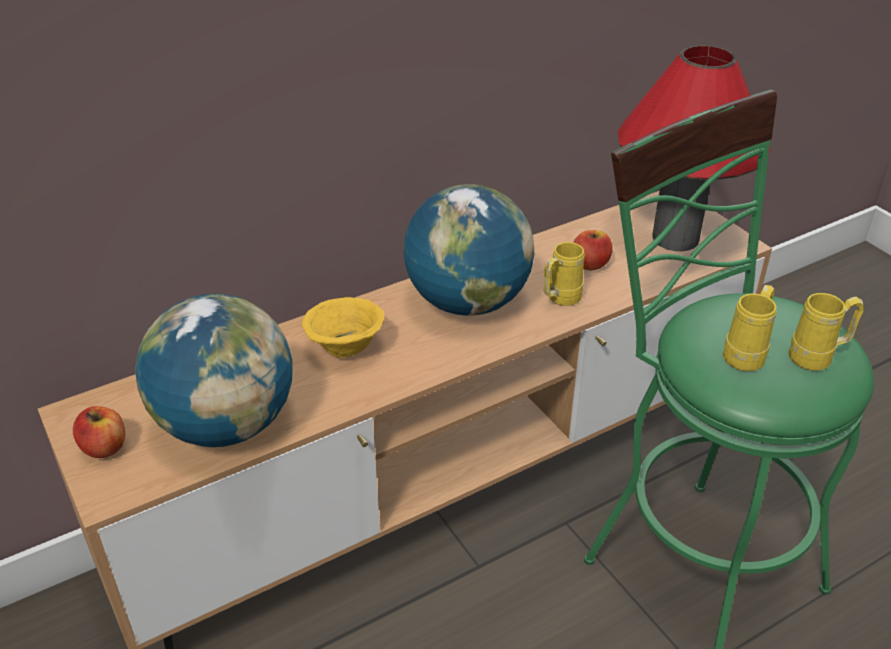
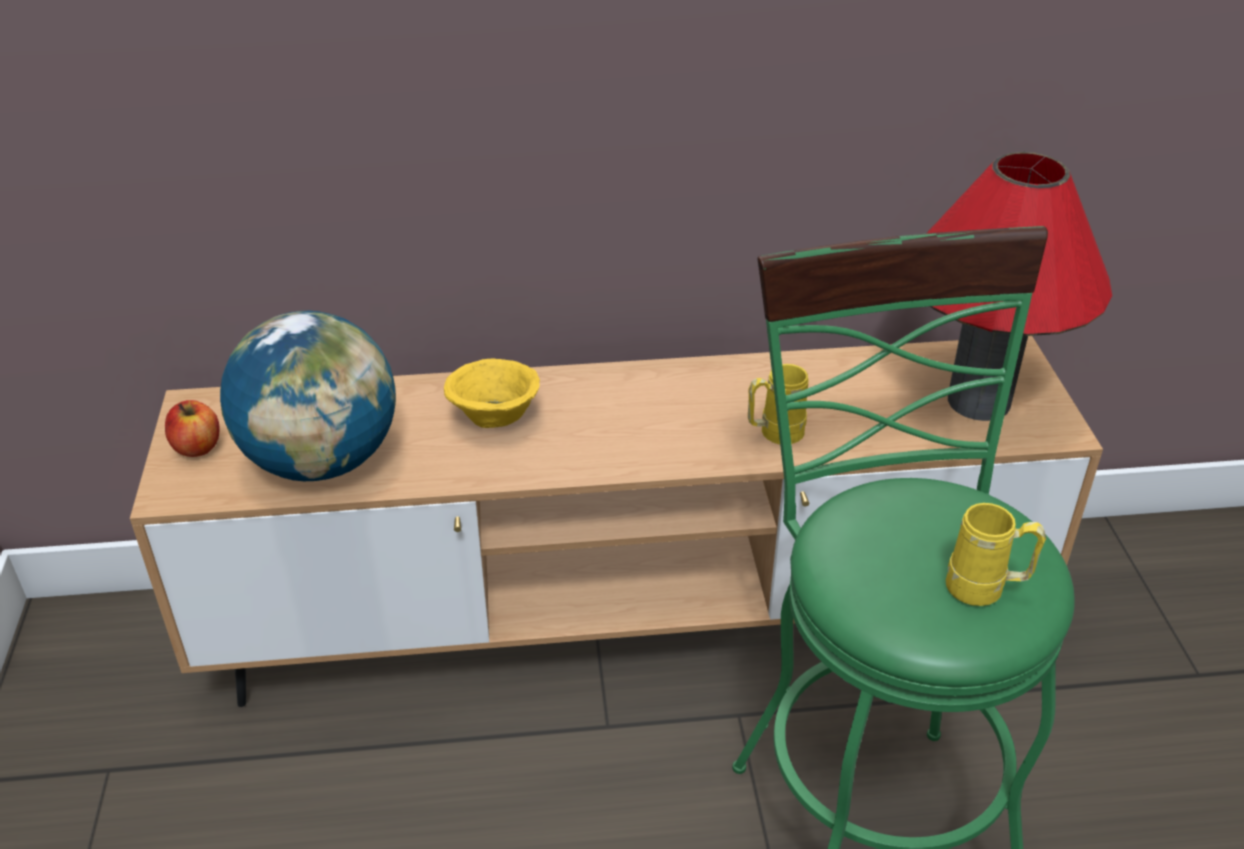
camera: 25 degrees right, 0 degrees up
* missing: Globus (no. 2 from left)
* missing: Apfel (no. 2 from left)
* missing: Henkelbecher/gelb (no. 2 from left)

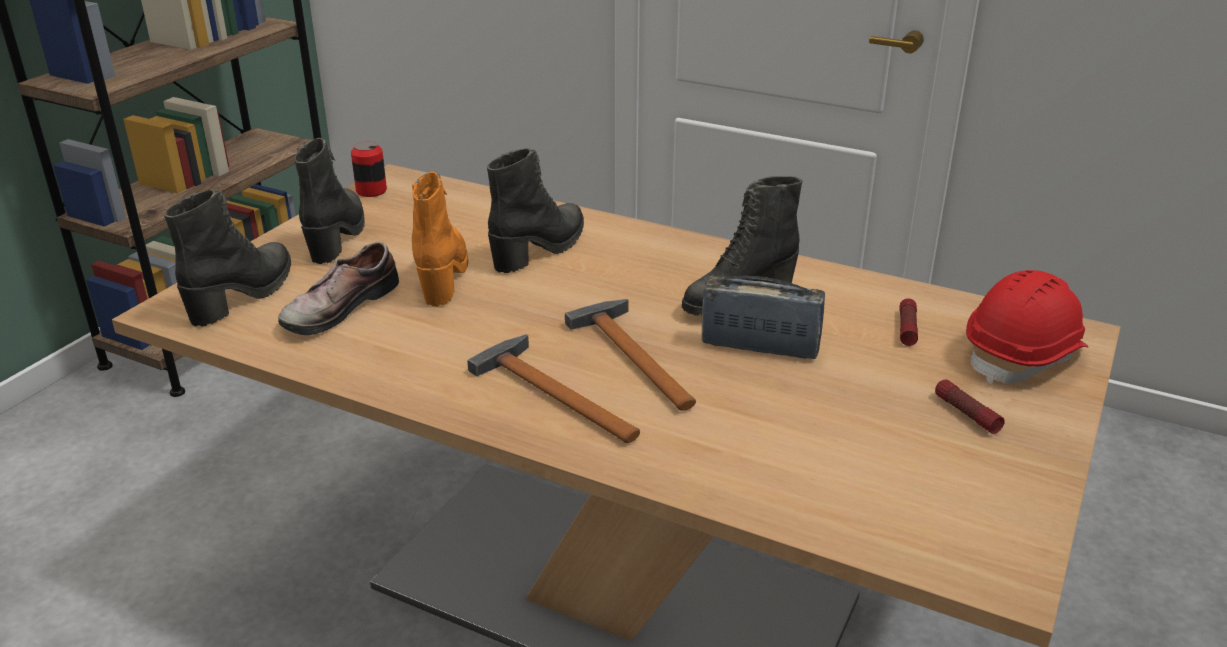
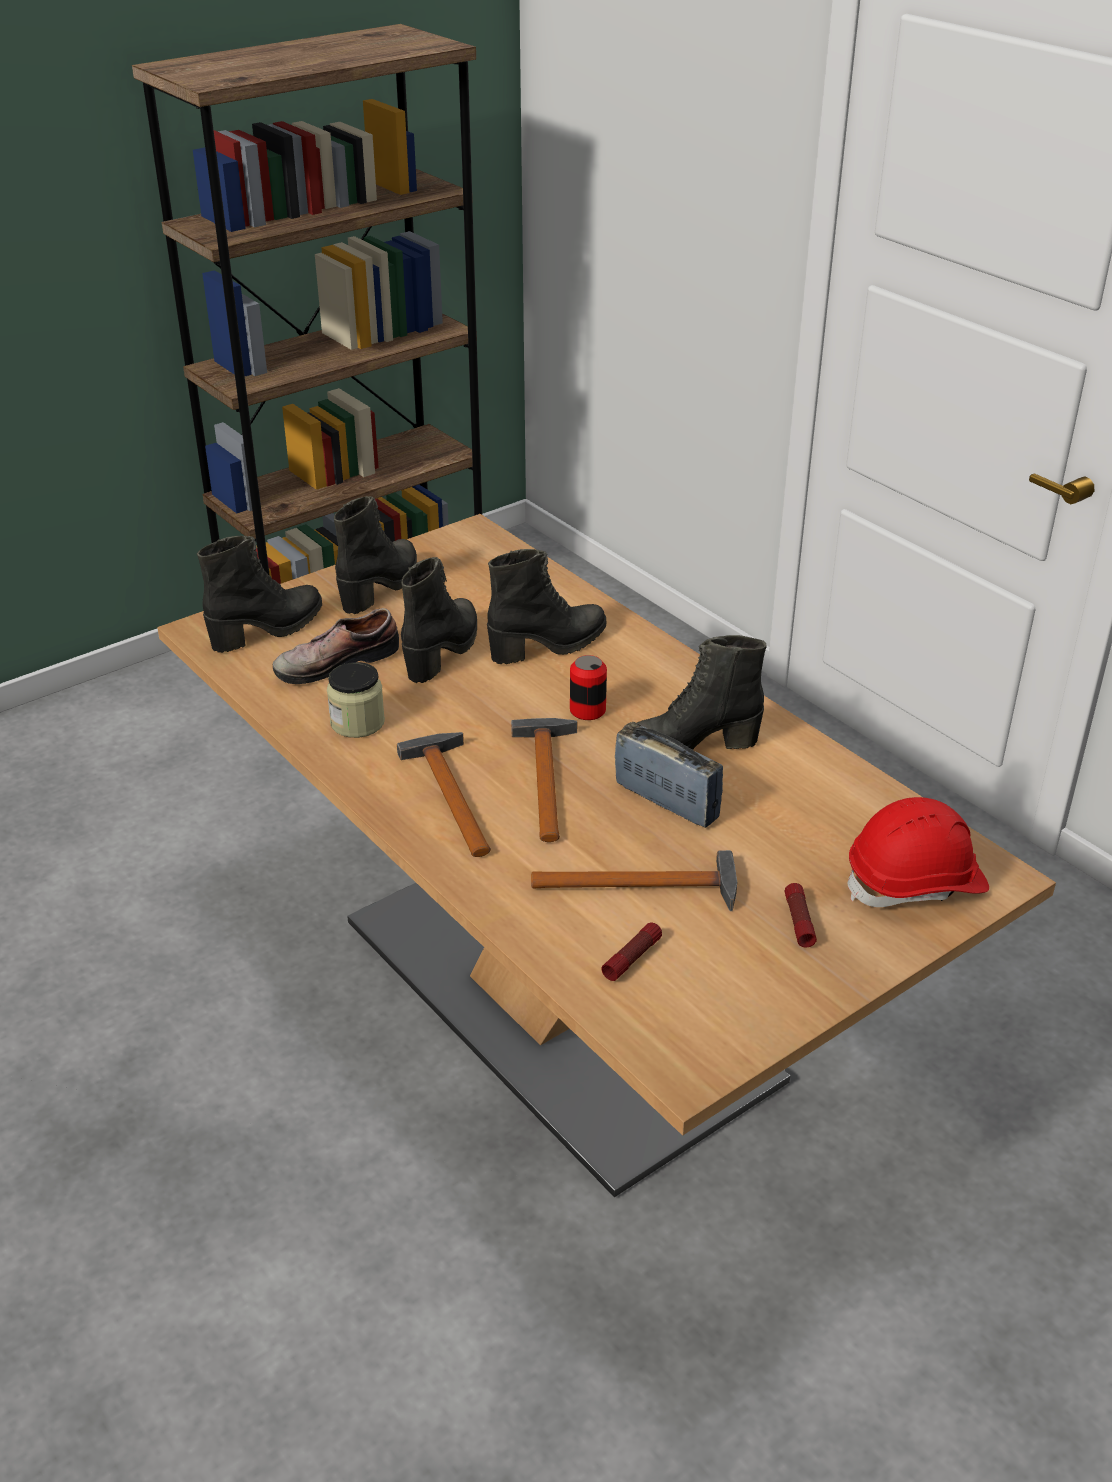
camera: 25 degrees right, 5 degrees up
* relocated: Dose
* colour: Stiefel/orange to Stiefel/schwarz (no. 3 from left)
* relocated: Taschenlampe (no. 1 from left)
* appeared: Vorratsglas
* appeared: Hammer (no. 3 from left)

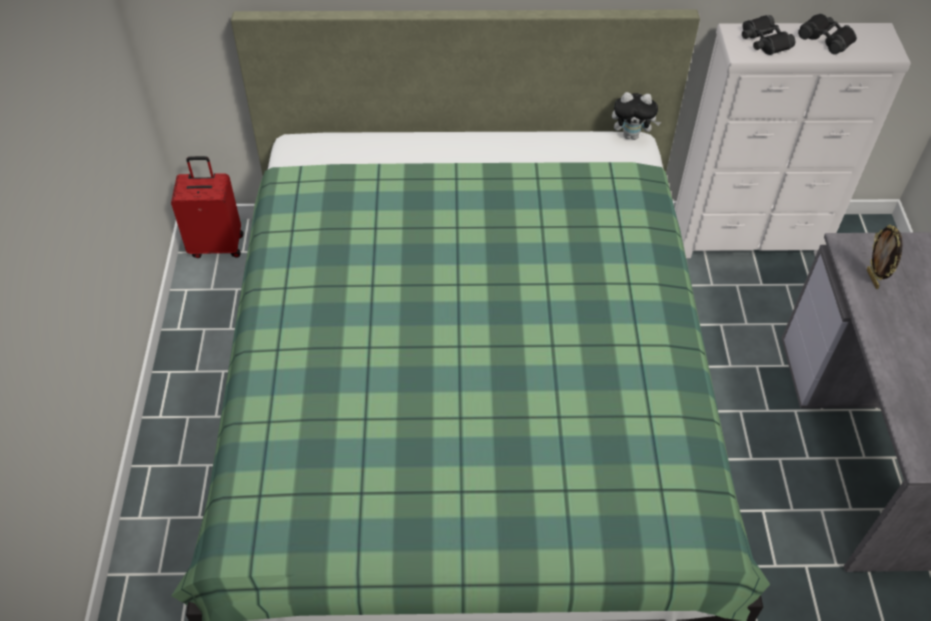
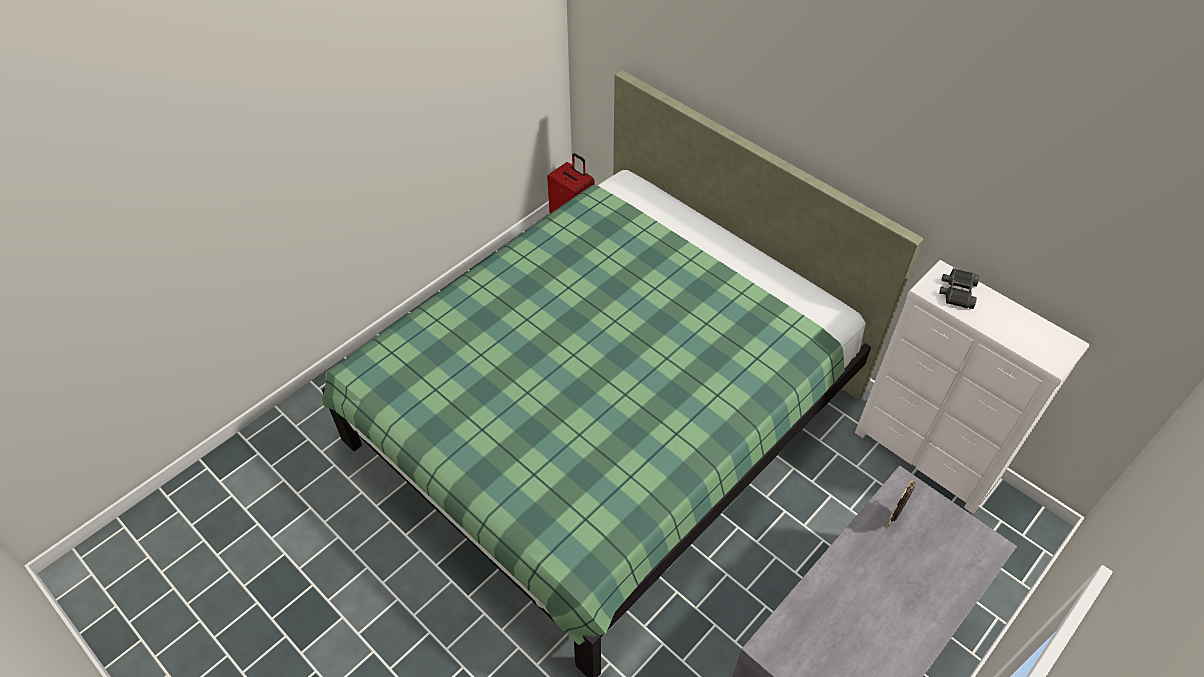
camera: 45 degrees right, 0 degrees up
* missing: Fernglas/schwarz (no. 2 from left)
* missing: Plüschtier

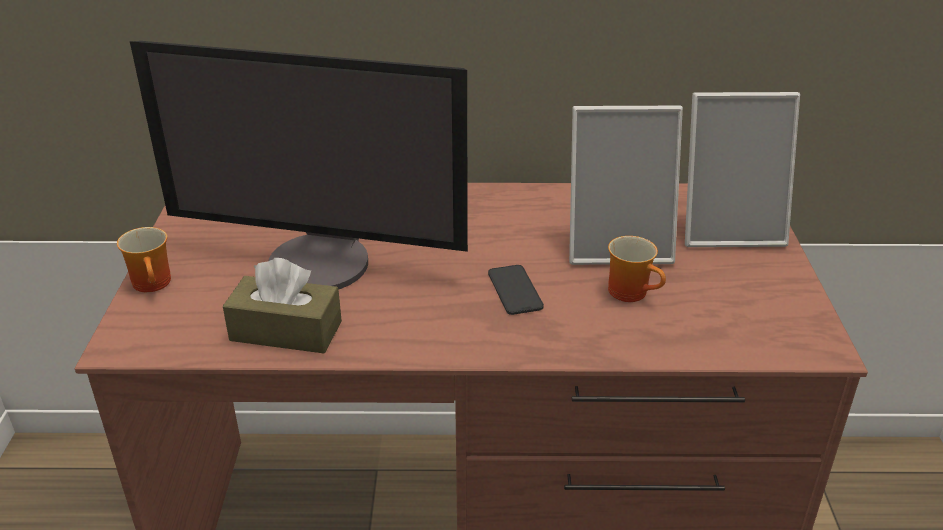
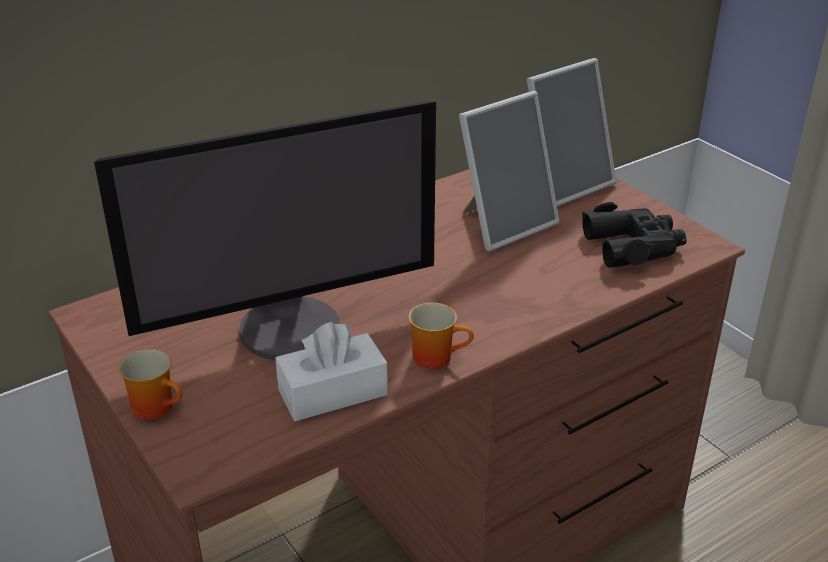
camera: 35 degrees left, 0 degrees up
* relocated: Henkelbecher (no. 2 from left)
* colour: Taschentuchbox/braun to Taschentuchbox/weiß
* missing: Handy
* appeared: Fernglas/schwarz

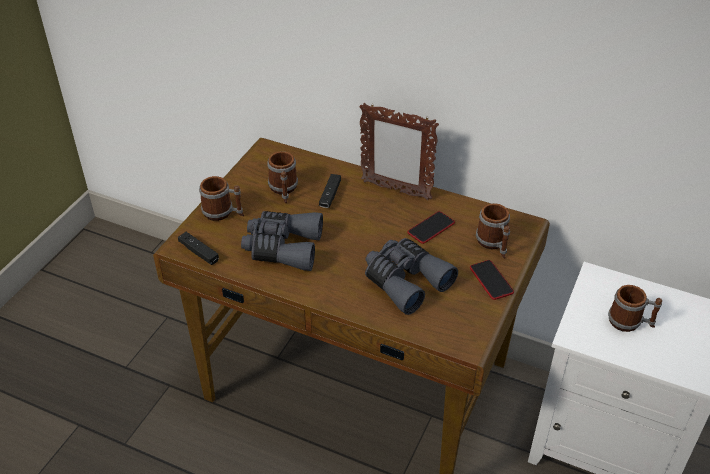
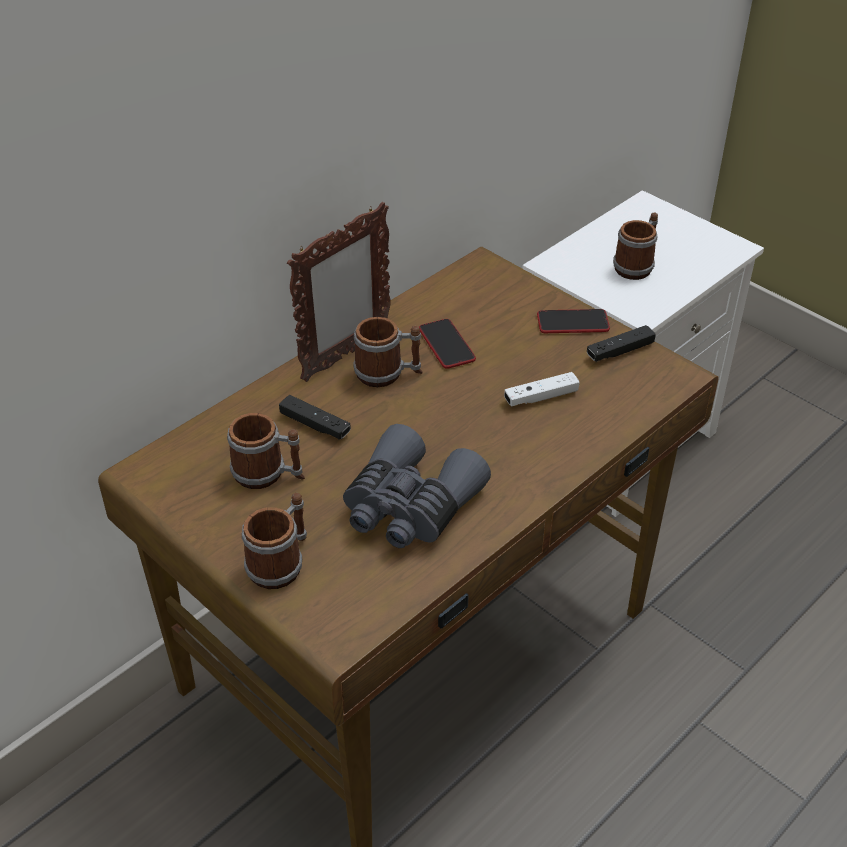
camera: 70 degrees left, 0 degrees up
* relocated: Henkelbecher (no. 3 from left)
* relocated: Gamepad/schwarz (no. 1 from left in the first image) to Gamepad/schwarz (no. 2 from left)
* exchanged: Fernglas/grau (no. 2 from left) to Gamepad/weiß

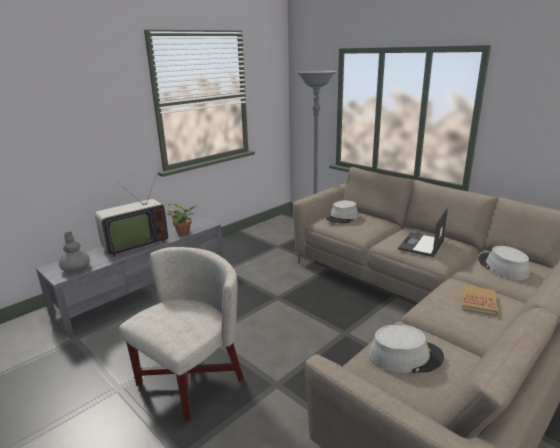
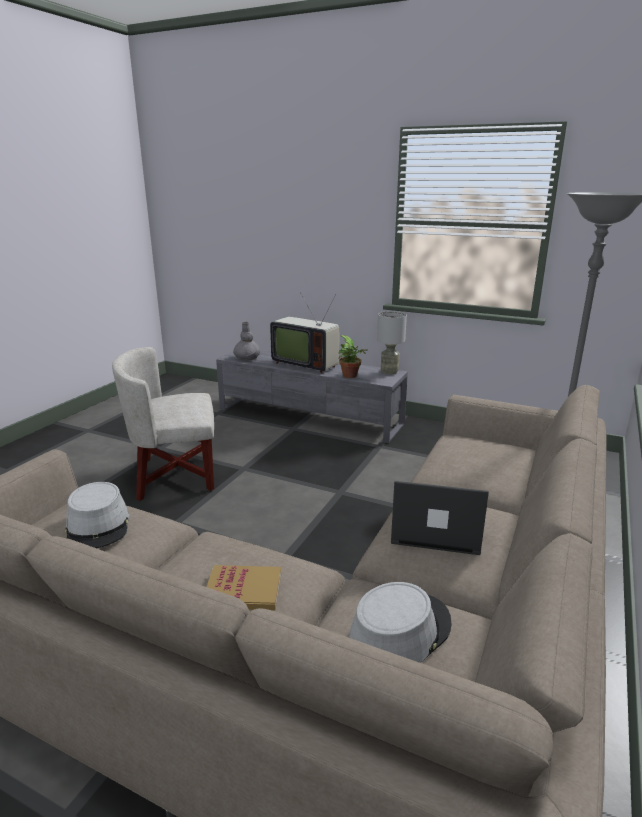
camera: 70 degrees right, 0 degrees up
* missing: Hut/grau (no. 1 from left)
* spun: Sessel/weiß 150 degrees clockwise
* appeared: Tischlampe/grau

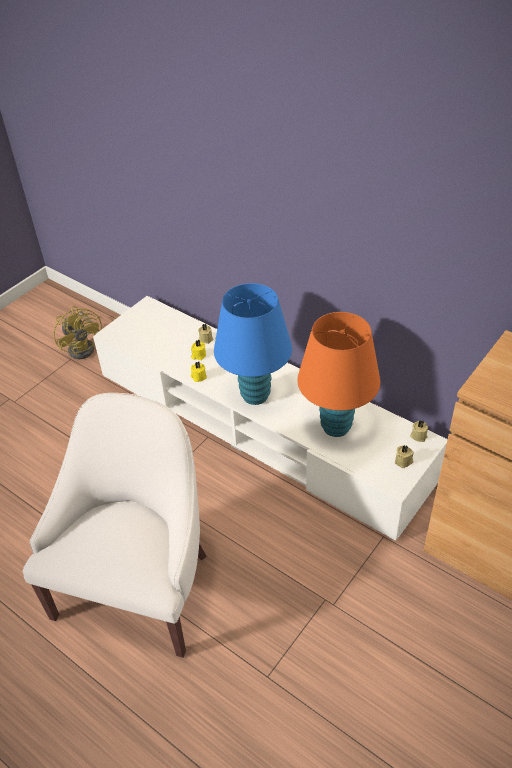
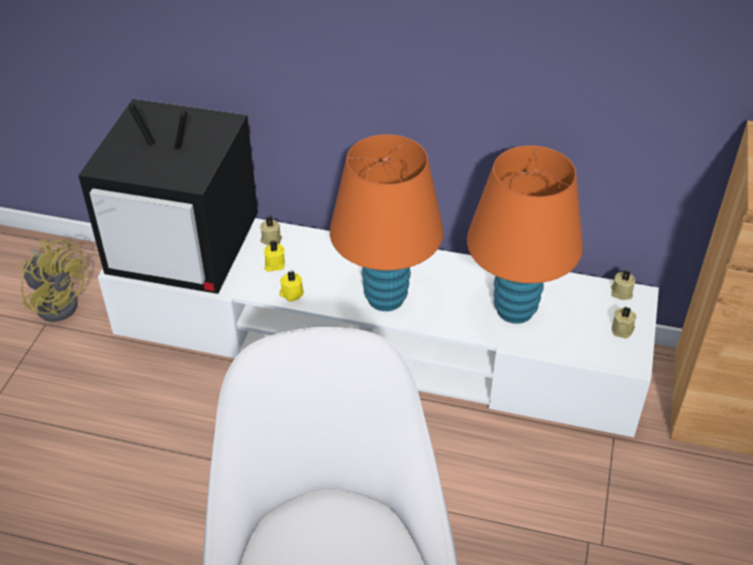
camera: 25 degrees left, 0 degrees up
* colour: Tischlampe/blau to Tischlampe/orange (no. 1 from left)
* appeared: Fernseher

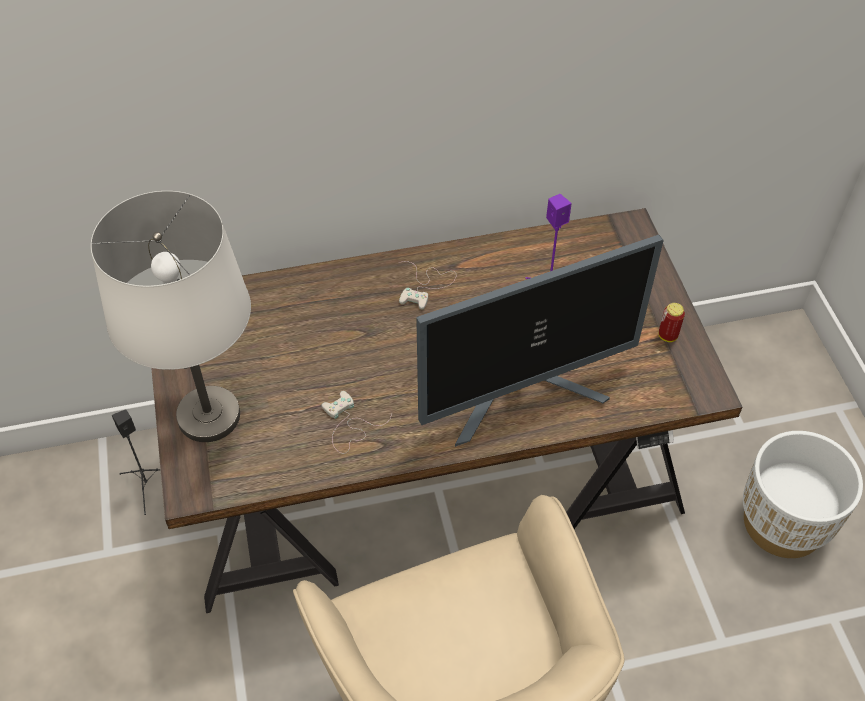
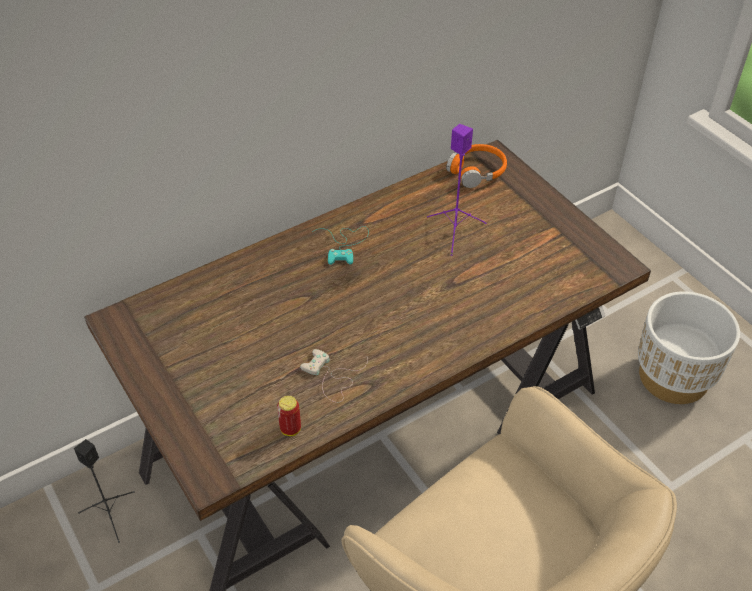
camera: 20 degrees left, 5 degrees down
* missing: Tischlampe/weiß
* missing: Monitor
* colour: Gamepad/weiß (no. 2 from left) to Gamepad/türkis
* relocated: Dose
* appeared: Kopfhörer/orange

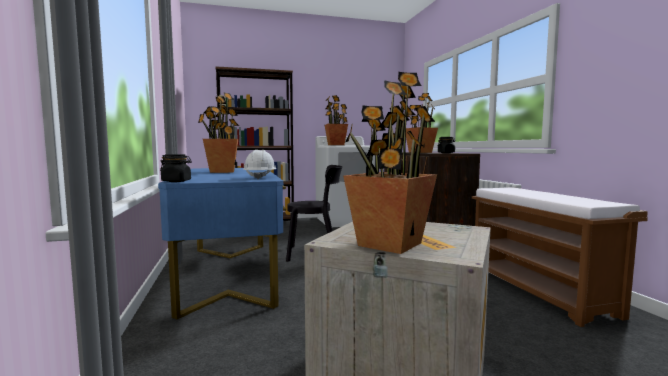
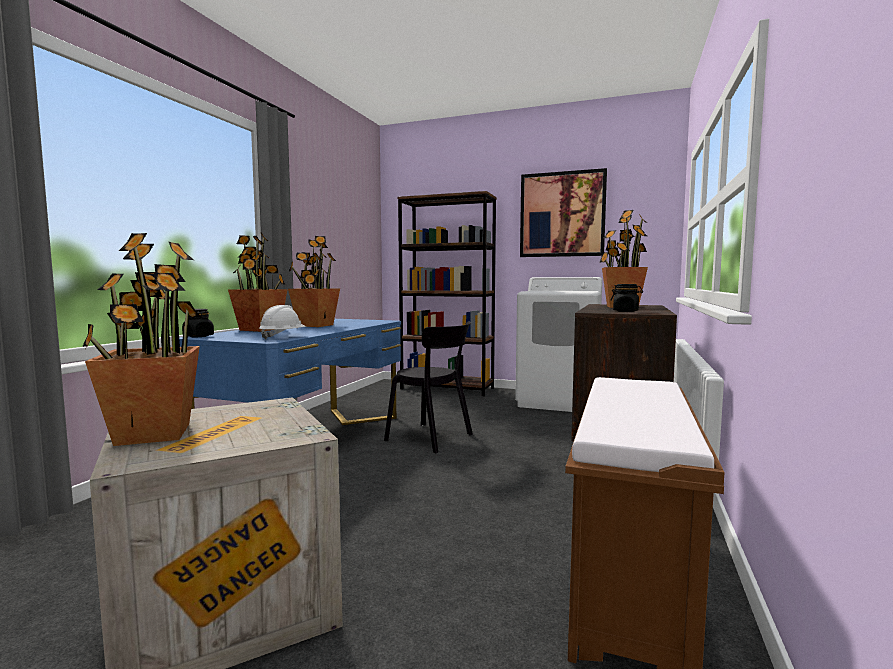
camera: 35 degrees right, 0 degrees up
* relocated: Topfpflanze (no. 2 from left)
* appeared: Bild

